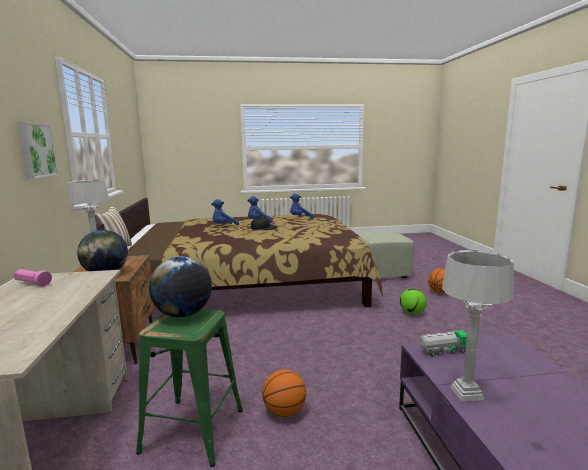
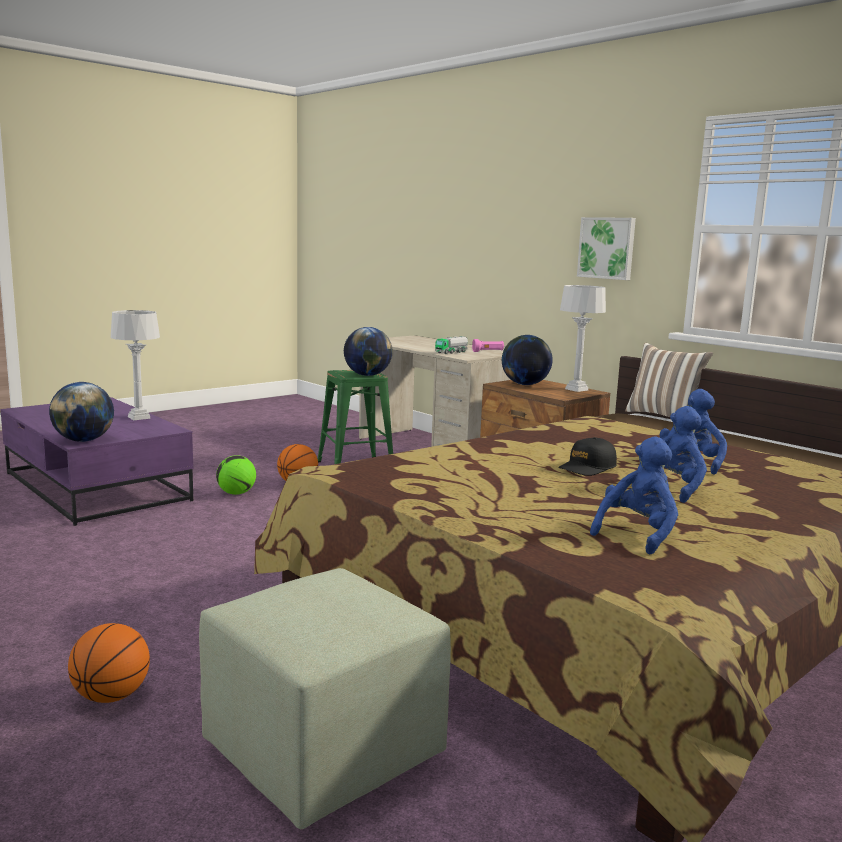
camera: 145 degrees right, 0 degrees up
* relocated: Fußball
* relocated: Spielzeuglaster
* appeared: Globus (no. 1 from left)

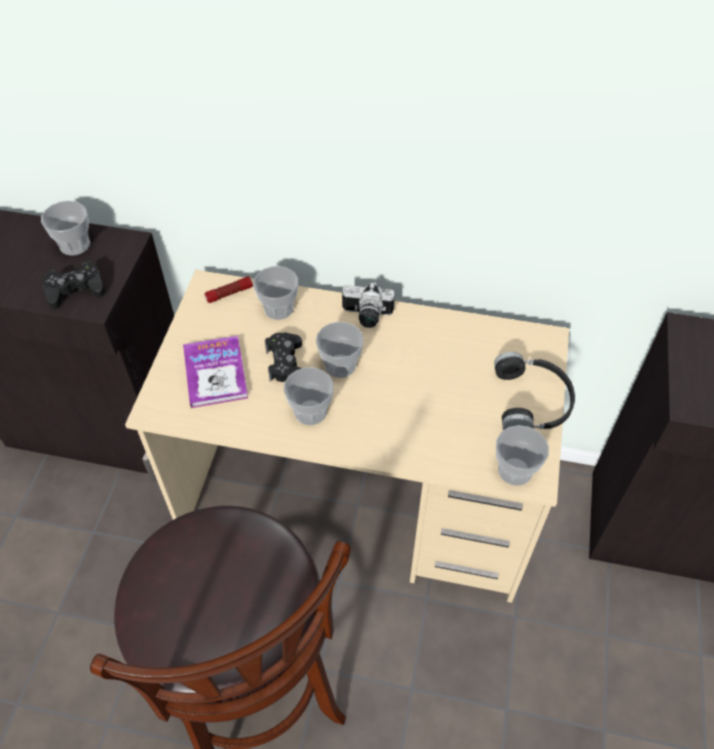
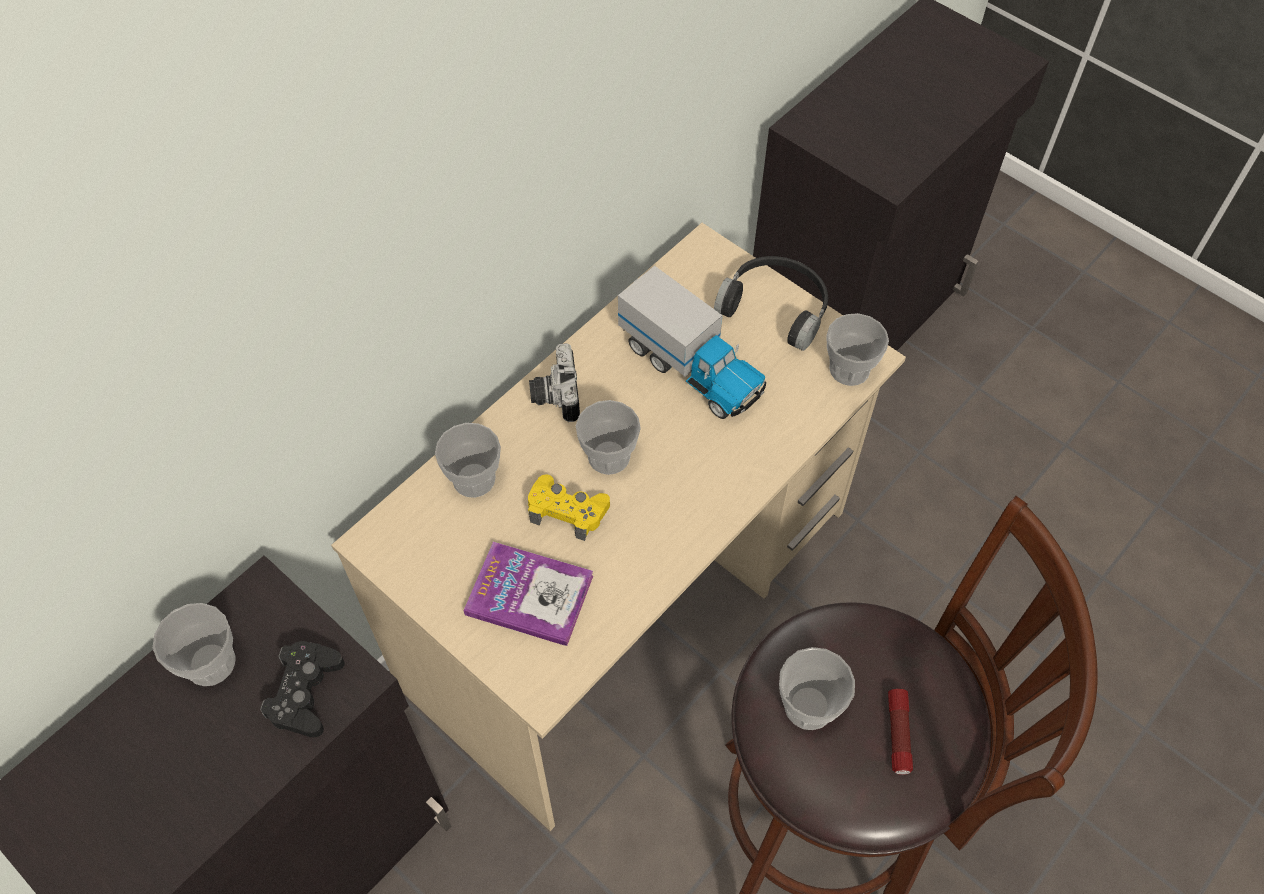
camera: 60 degrees left, 5 degrees up
* relocated: Taschenlampe
* spun: Kamera 135 degrees clockwise
* colour: Gamepad/schwarz (no. 2 from left) to Gamepad/gelb
* relocated: Tasse (no. 3 from left in the first image) to Tasse (no. 4 from left)
* appeared: Spielzeuglaster

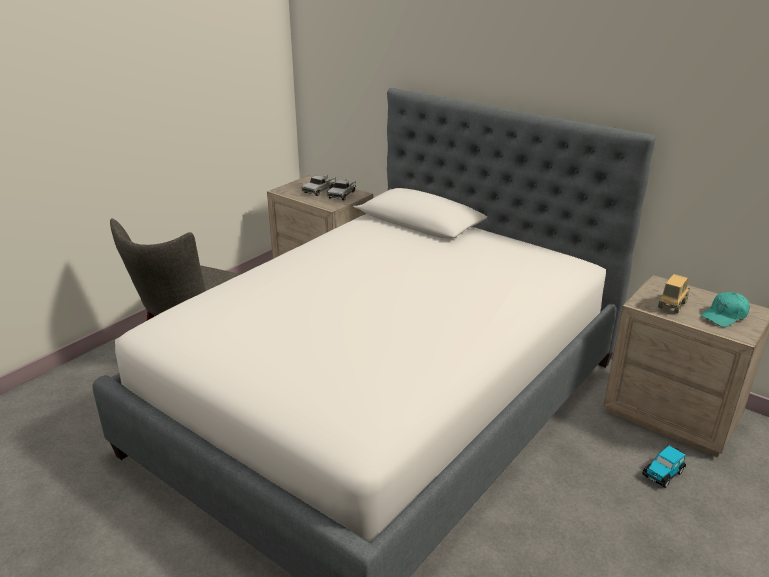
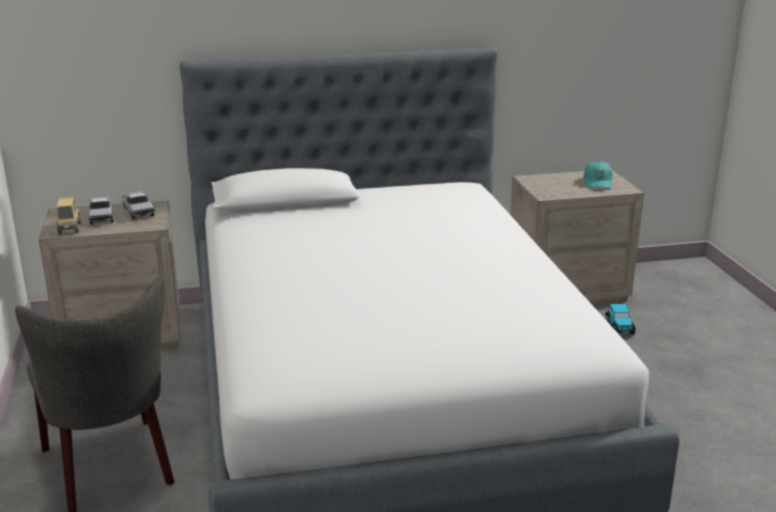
camera: 50 degrees left, 5 degrees down
* relocated: Spielzeuglaster (no. 3 from left in the first image) to Spielzeuglaster (no. 1 from left)

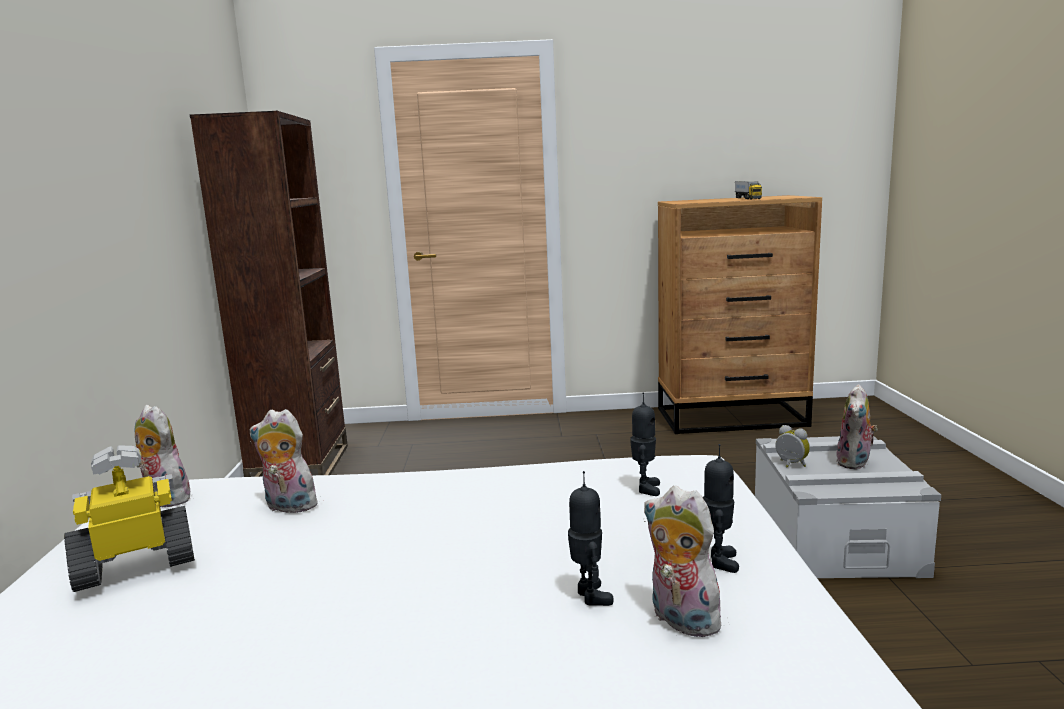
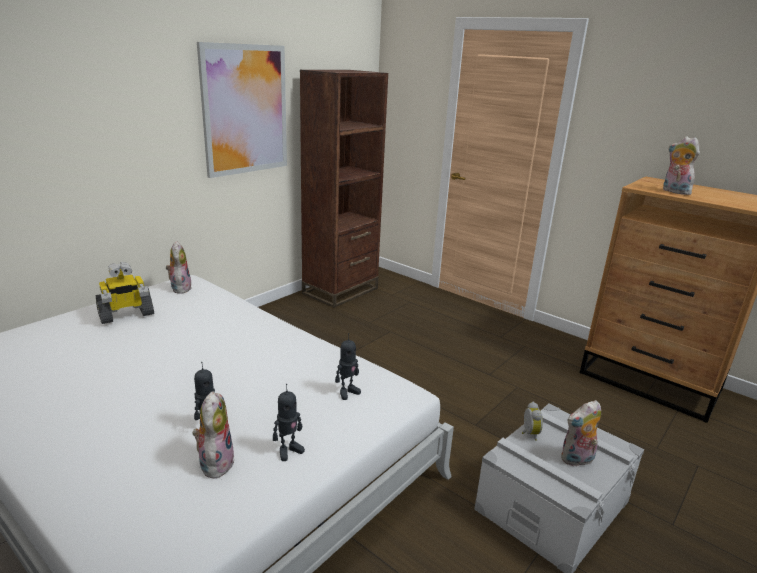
camera: 40 degrees right, 10 degrees up
* missing: Spielzeuglaster
* relocated: Plüschtier (no. 2 from left in the first image) to Plüschtier (no. 4 from left)
* spun: Spielzeugroboter (no. 1 from left) 135 degrees clockwise
* appeared: Bild

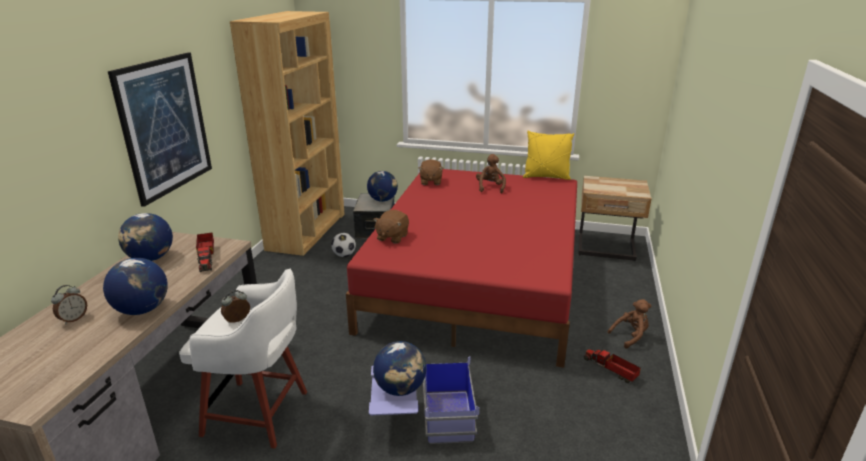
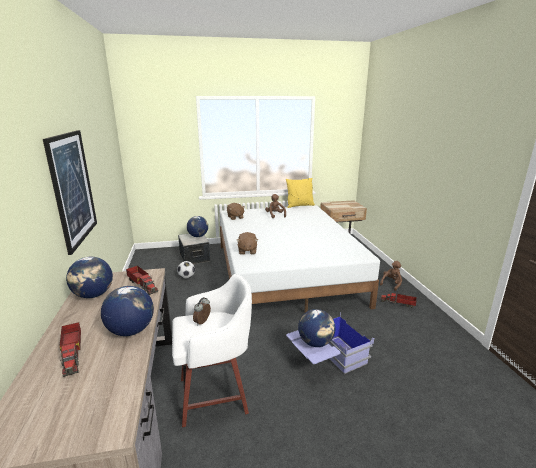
camera: 25 degrees left, 5 degrees down
* missing: Bücherregal/braun
* colour: Bett/rot to Bett/weiß
* exchanged: Wecker (no. 1 from left) to Spielzeuglaster (no. 1 from left)

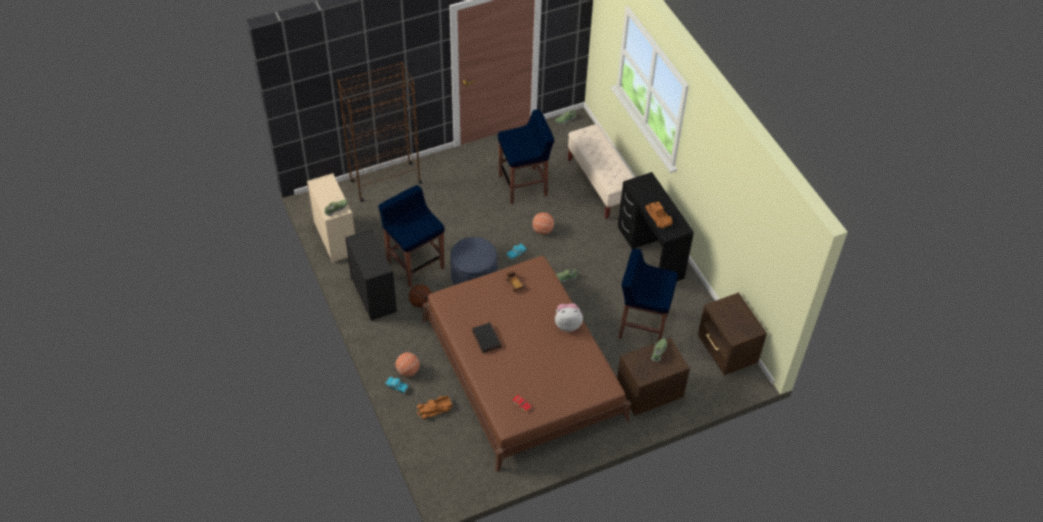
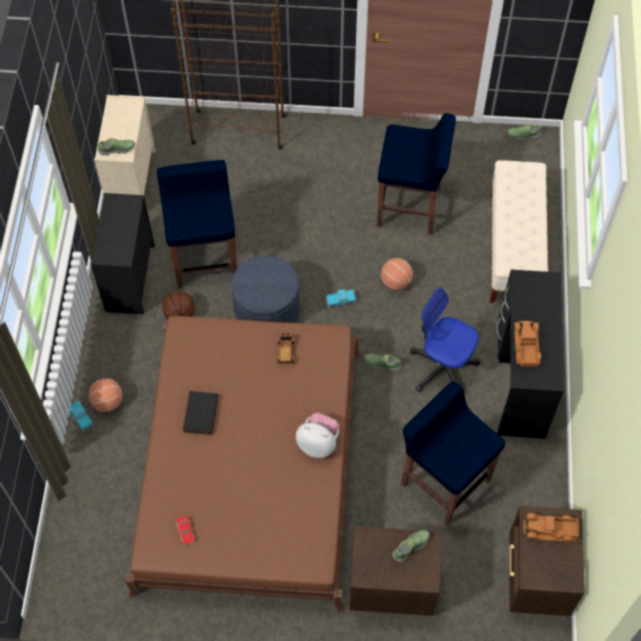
camera: 30 degrees right, 10 degrees up
* relocated: Spielzeuglaster (no. 2 from left in the first image) to Spielzeuglaster (no. 4 from left)
* appeared: Bürostuhl

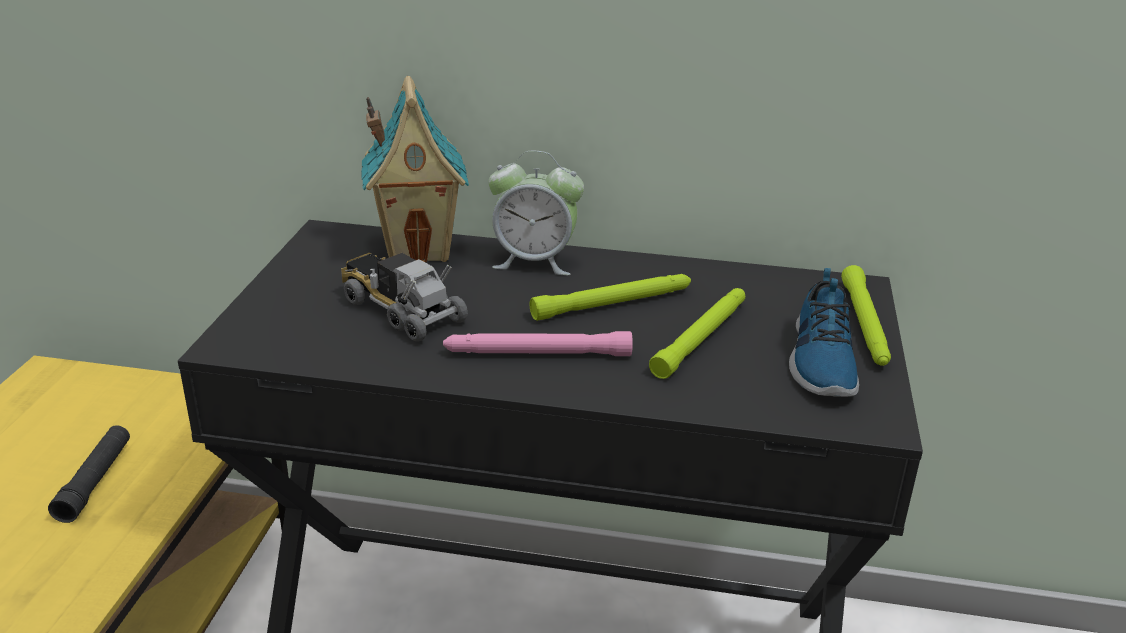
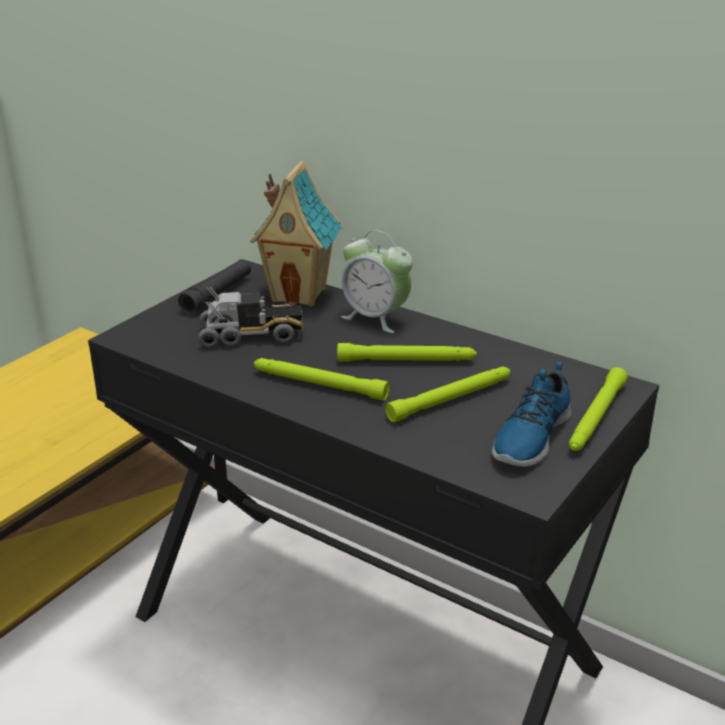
camera: 25 degrees right, 0 degrees up
* spun: Spielzeuglaster 105 degrees clockwise
* colour: Taschenlampe/rosa to Taschenlampe/grün (no. 1 from left)
* relocated: Taschenlampe/schwarz

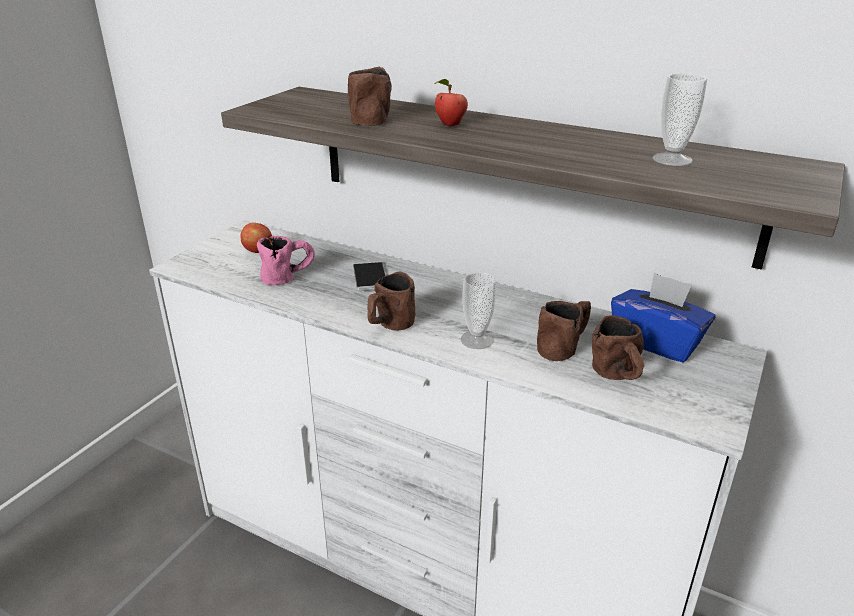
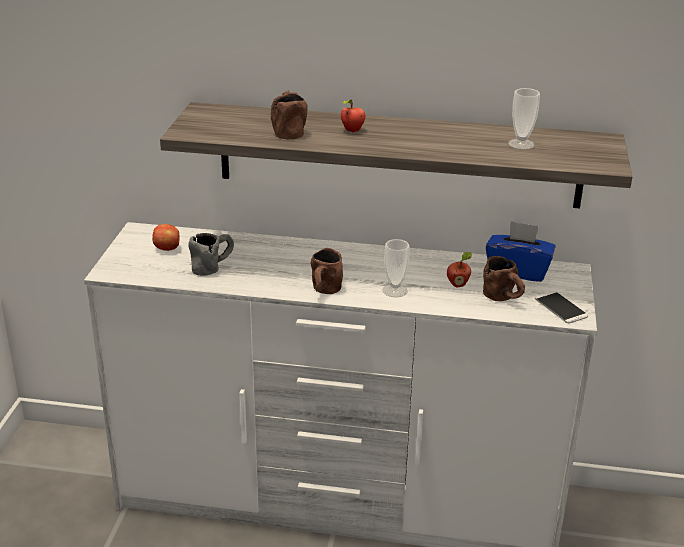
camera: 20 degrees left, 0 degrees up
* colour: Henkelbecher/rosa to Henkelbecher/grau
* relocated: Handy
* exchanged: Henkelbecher/braun (no. 3 from left) to Apfel (no. 3 from left)

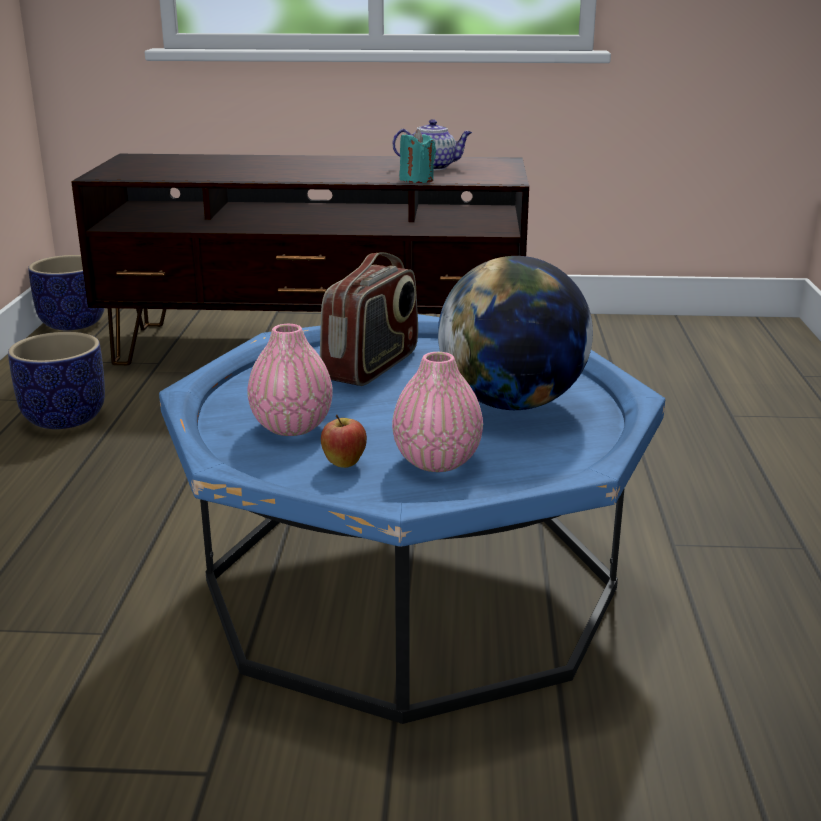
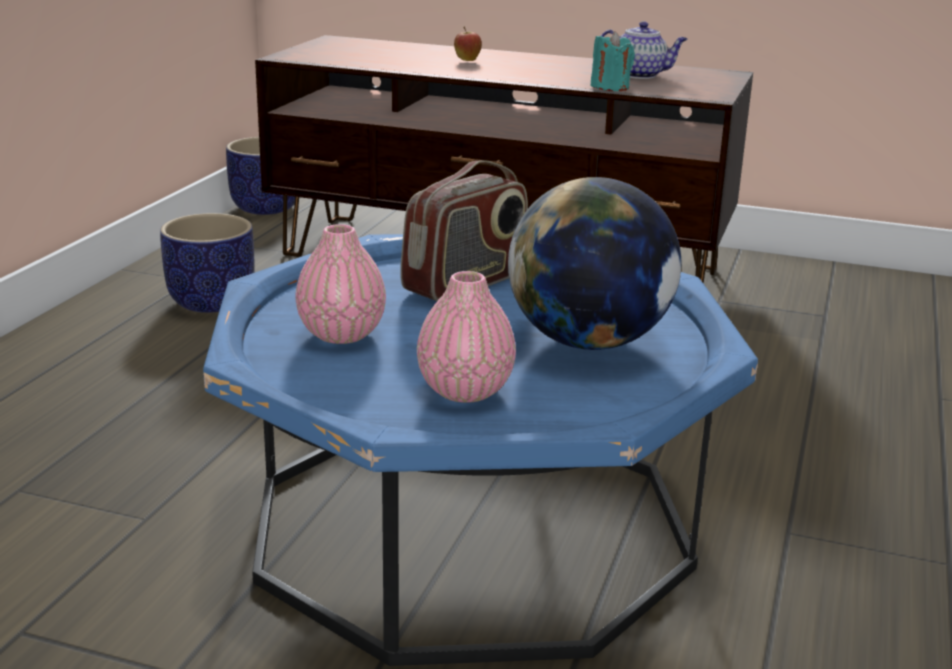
camera: 15 degrees right, 0 degrees up
* relocated: Apfel

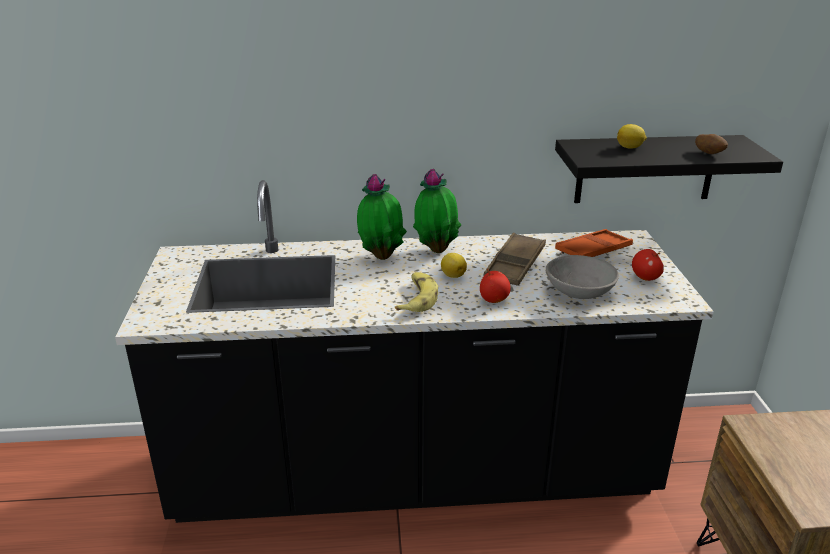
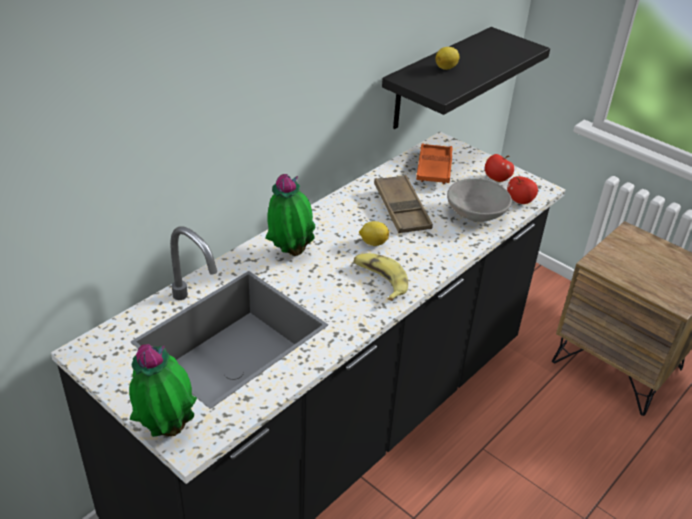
camera: 45 degrees left, 10 degrees up
* missing: Kartoffel
* relocated: Topfpflanze (no. 2 from left in the first image) to Topfpflanze (no. 1 from left)
* relocated: Apfel (no. 1 from left in the first image) to Apfel (no. 2 from left)

